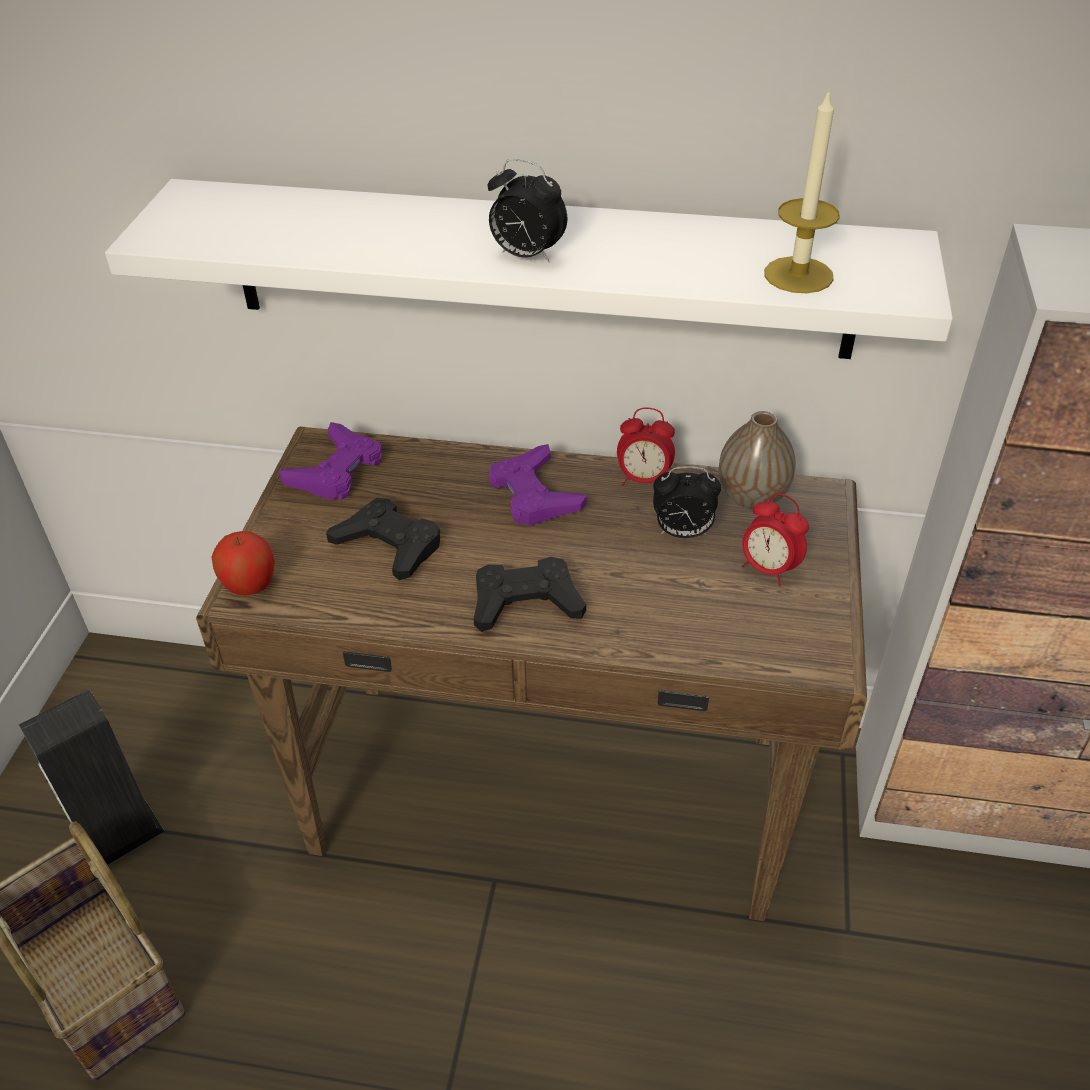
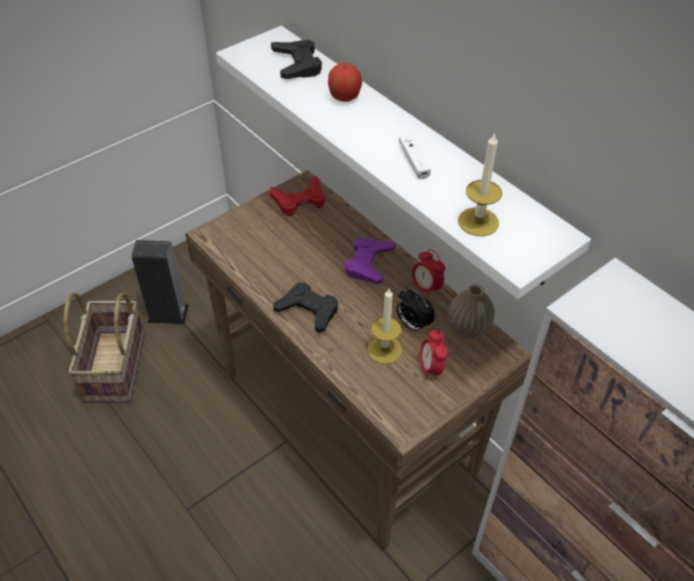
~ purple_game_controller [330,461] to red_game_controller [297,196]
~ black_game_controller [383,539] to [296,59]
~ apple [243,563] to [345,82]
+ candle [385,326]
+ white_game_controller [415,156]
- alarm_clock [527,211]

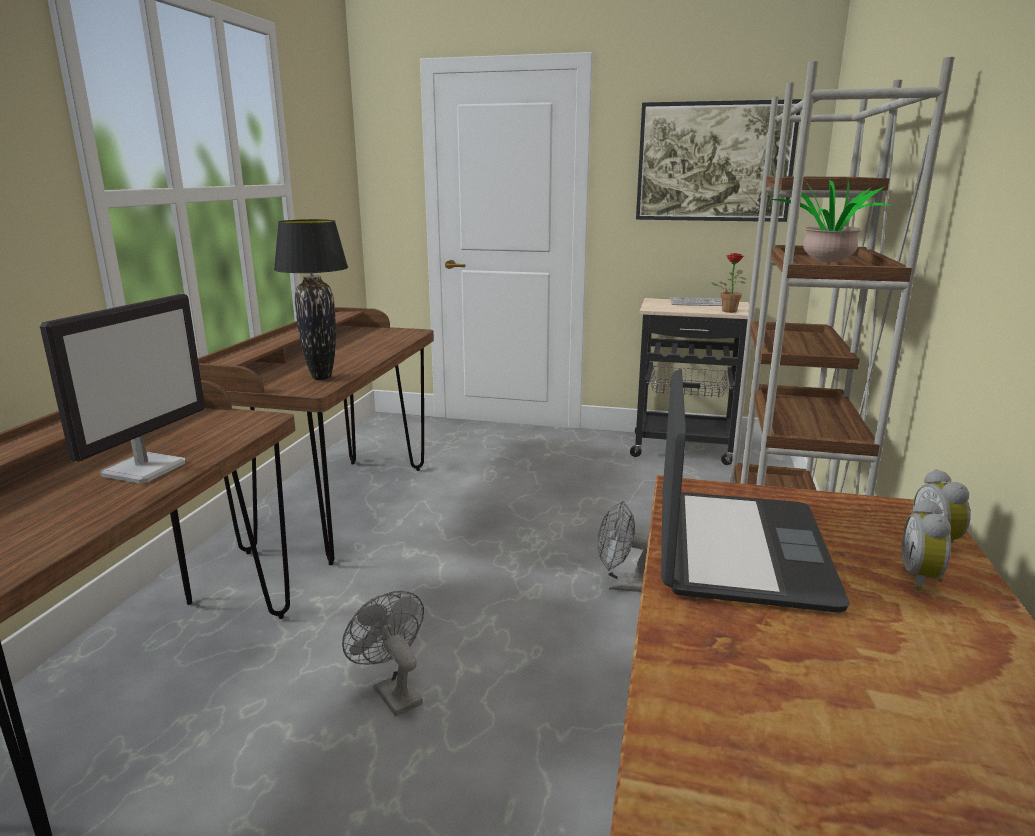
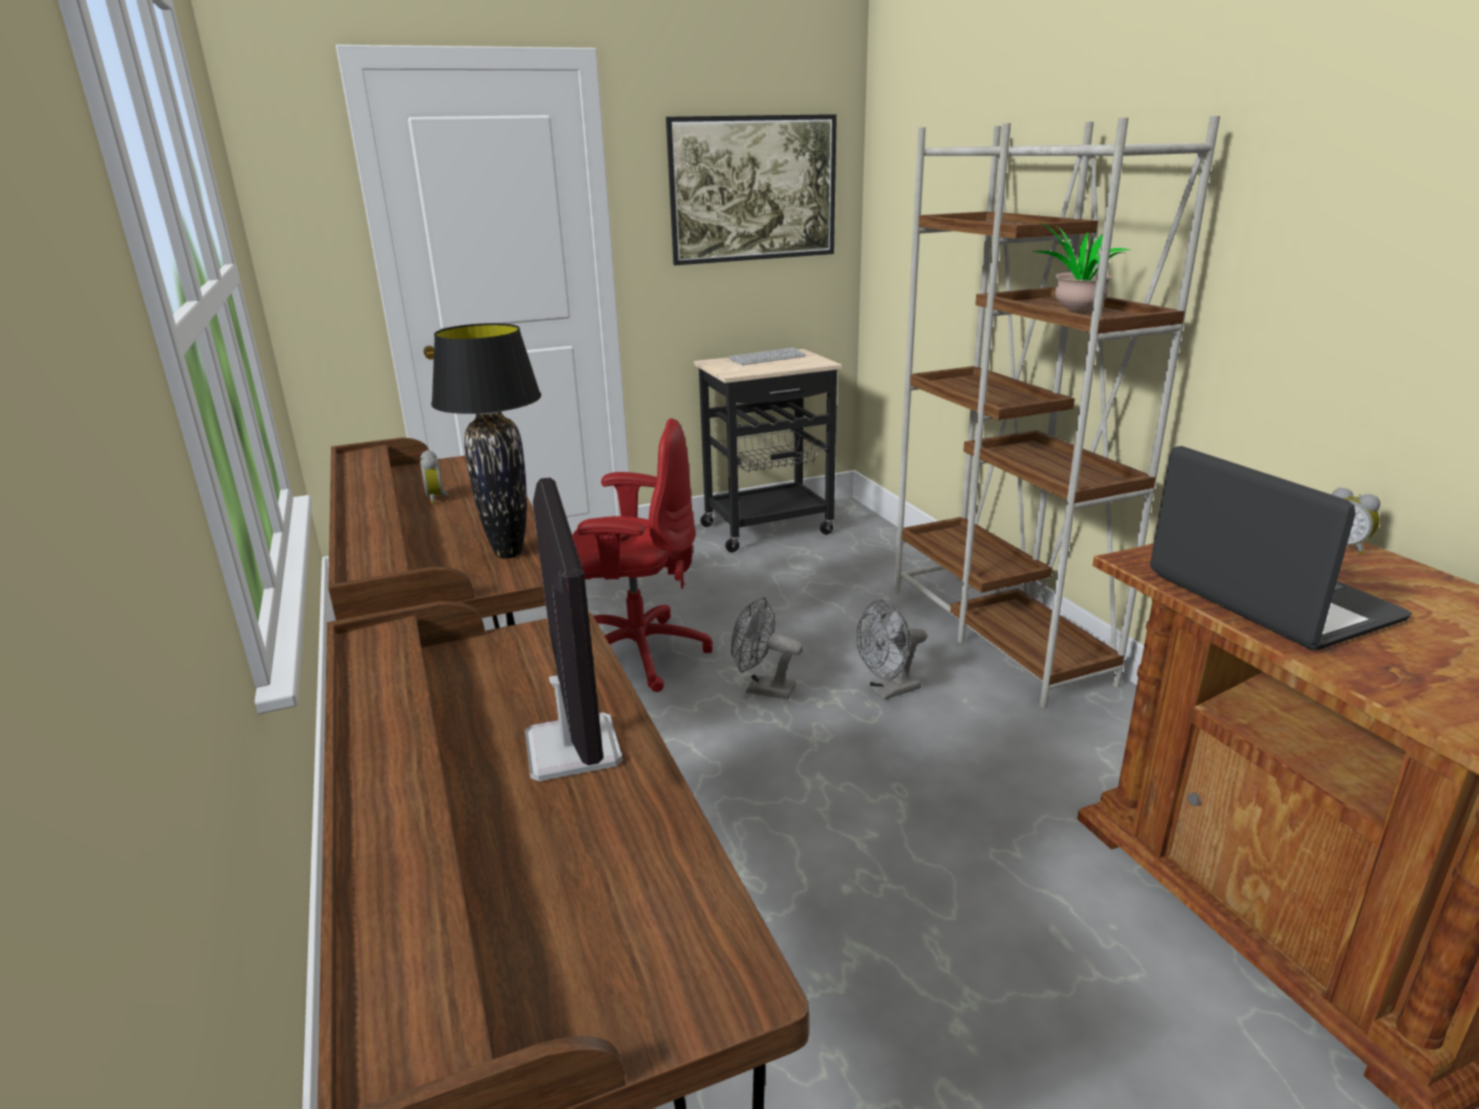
~ alarm_clock [926,545] to [434,477]
+ red_office_chair [642,555]
~ grey_fan [383,654] to [767,648]
- potted_plant [728,283]

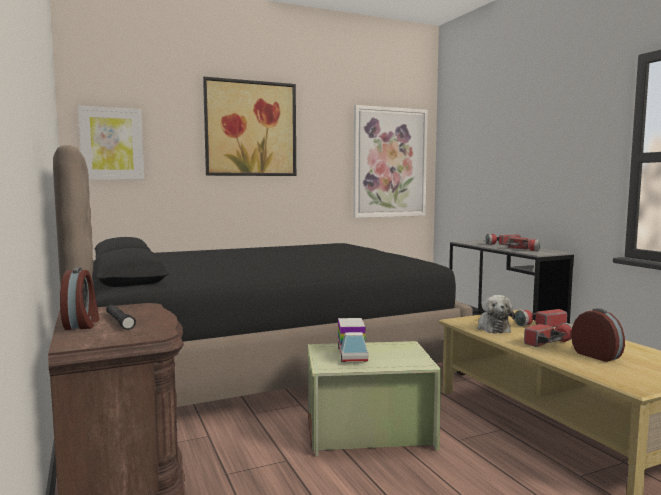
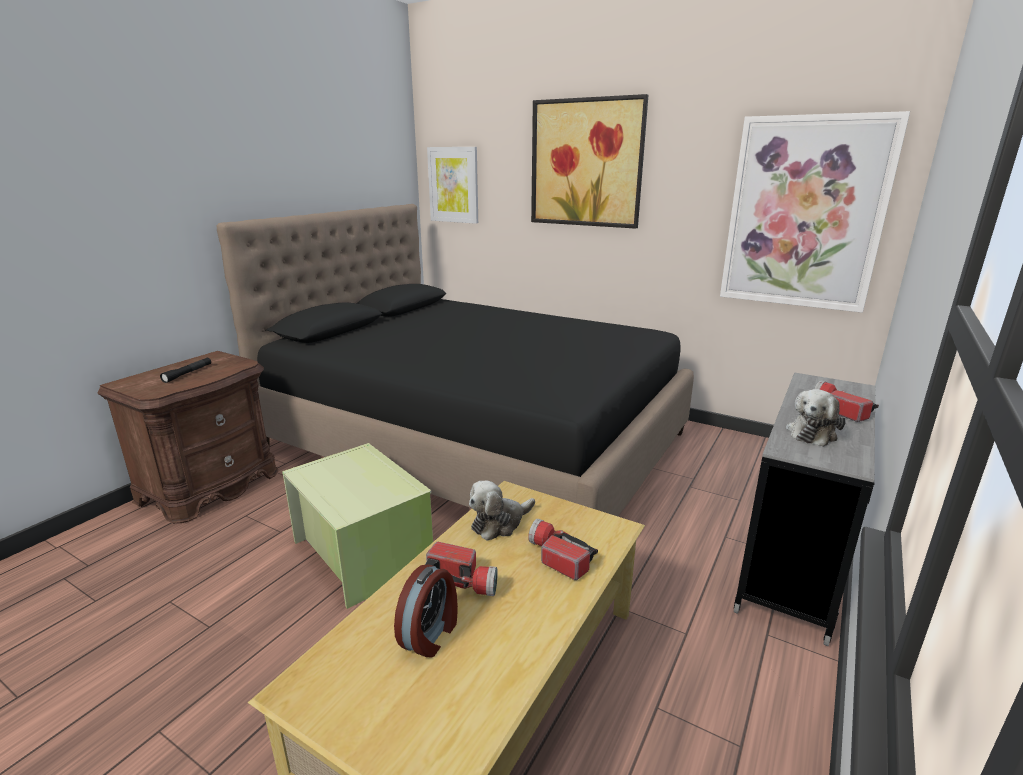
~ flashlight [522,244] to plush_toy [816,418]
- alarm_clock [80,298]
- toy_truck [353,340]

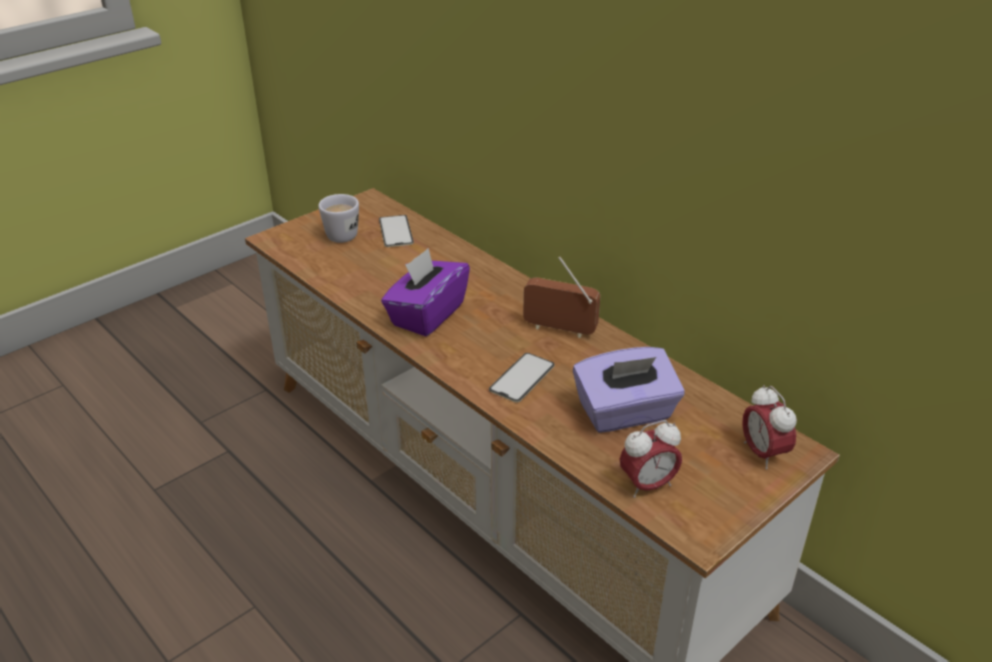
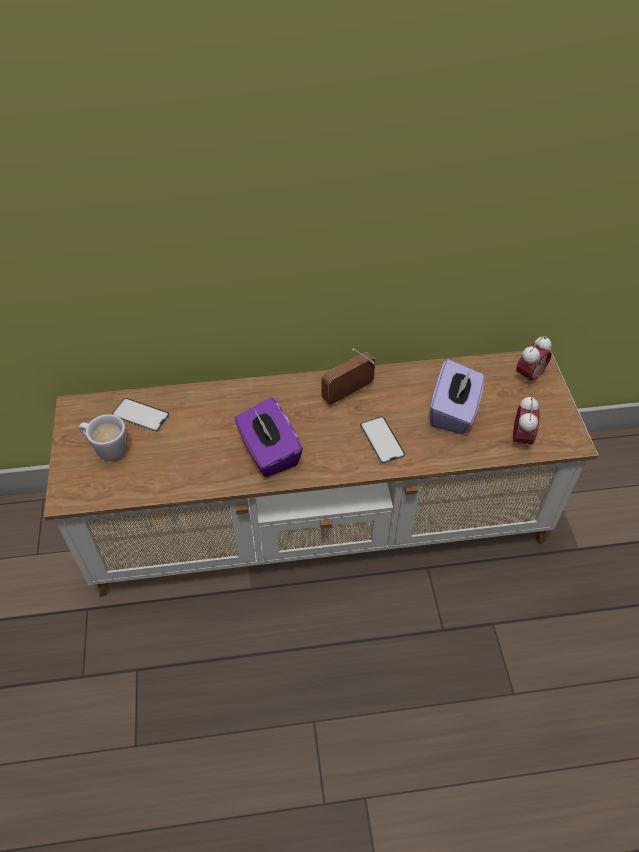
~ alarm_clock [769,427] = [534,361] 60 degrees counterclockwise

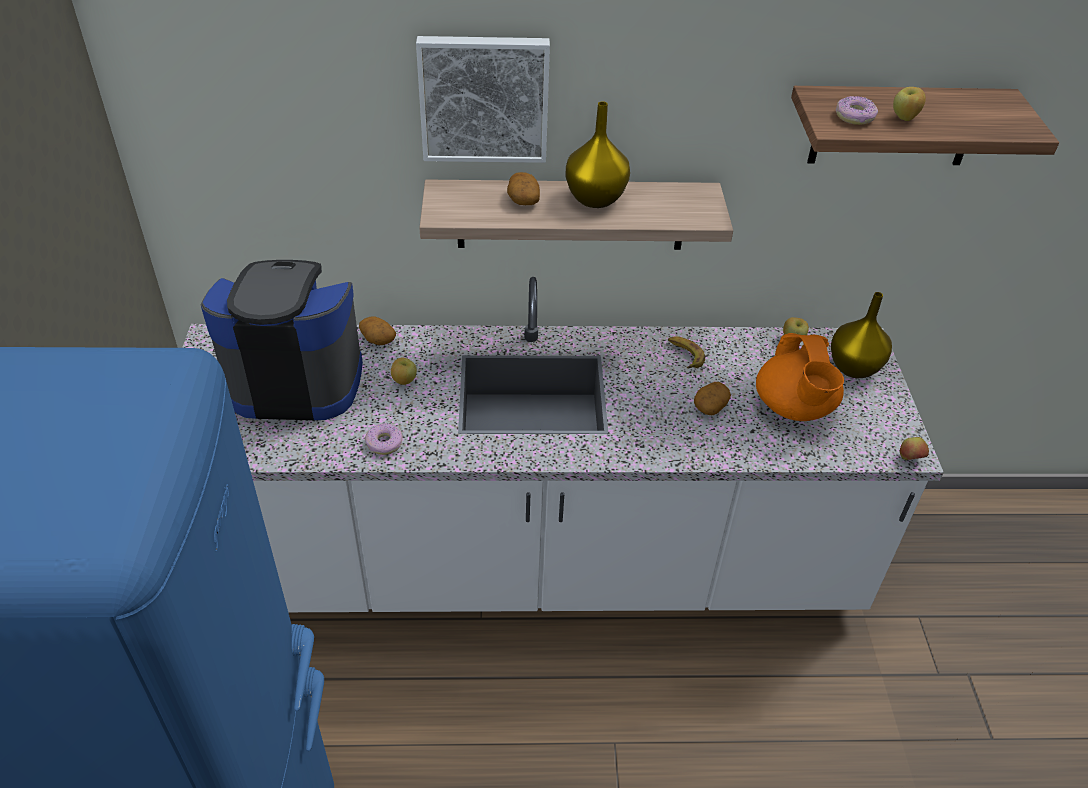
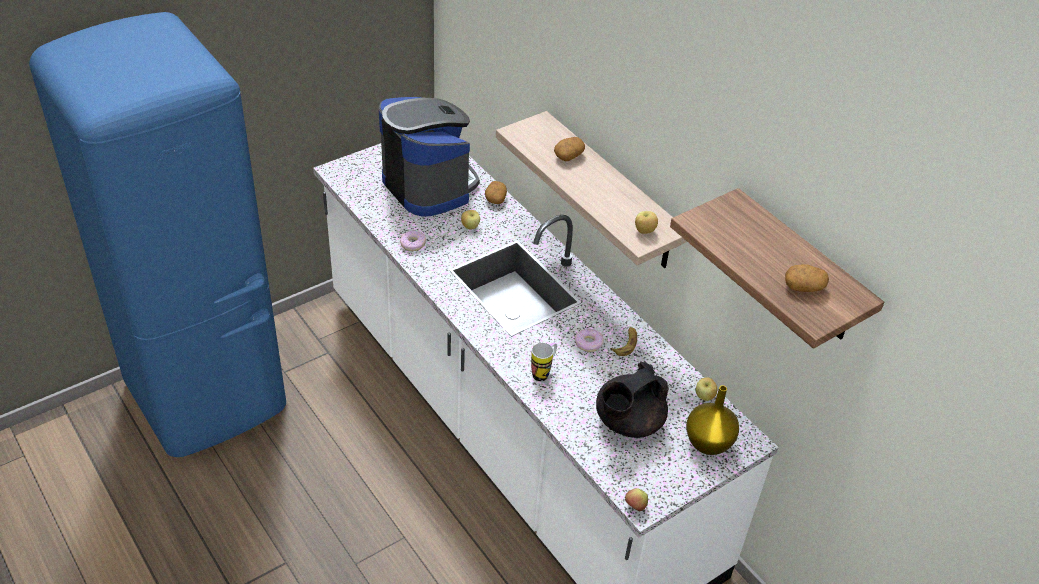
+ mug [544,362]
~ donut [857,110] to [589,340]
~ orange_teapot [800,377] to black_teapot [632,400]
~ apple [909,104] to [646,222]
~ potato [712,398] to [807,278]
- picture [483,99]
- yellow_vase [598,154]

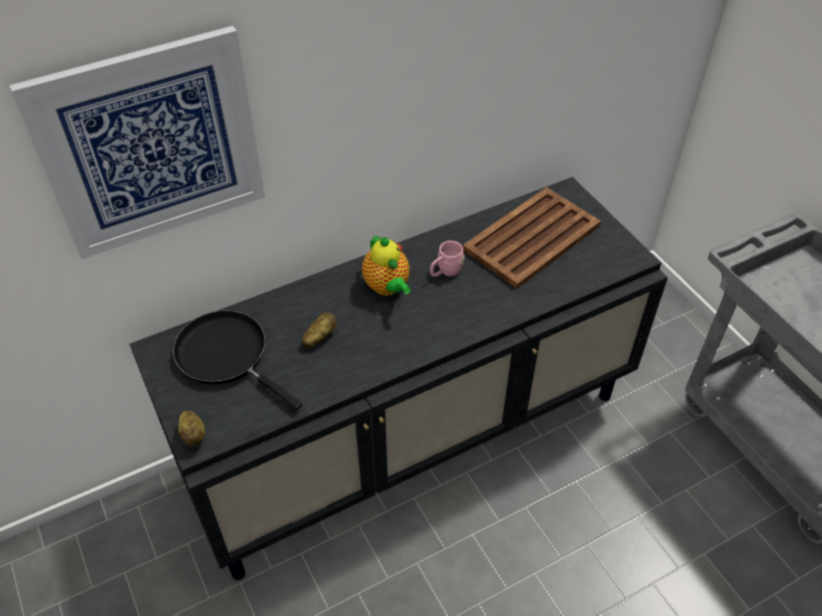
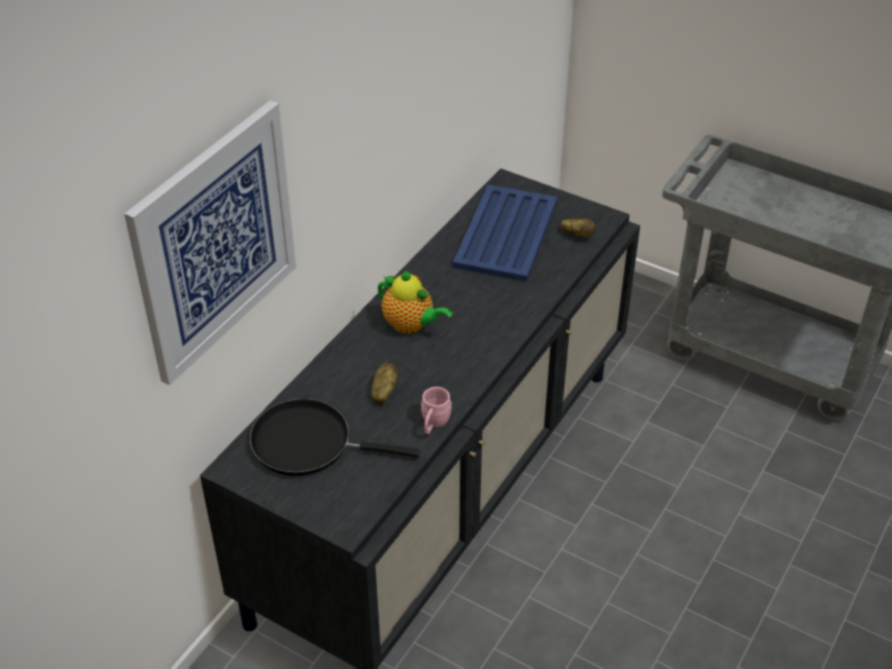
~ pink_mug [447,259] to [436,410]
~ brown_tray [532,238] to blue_tray [505,233]
~ potato [191,429] to [578,229]

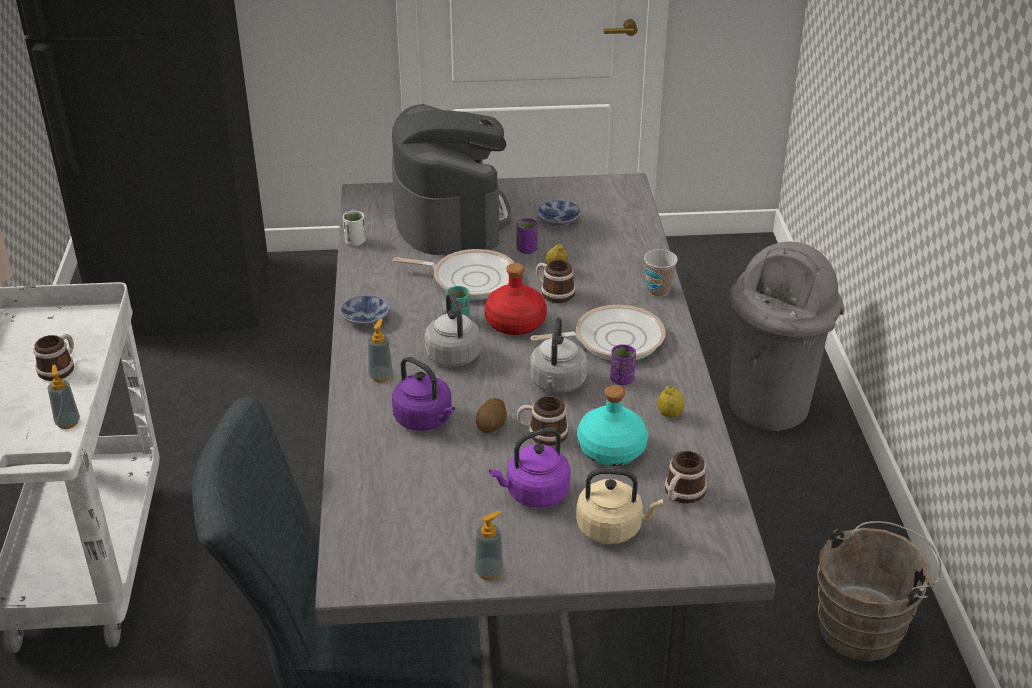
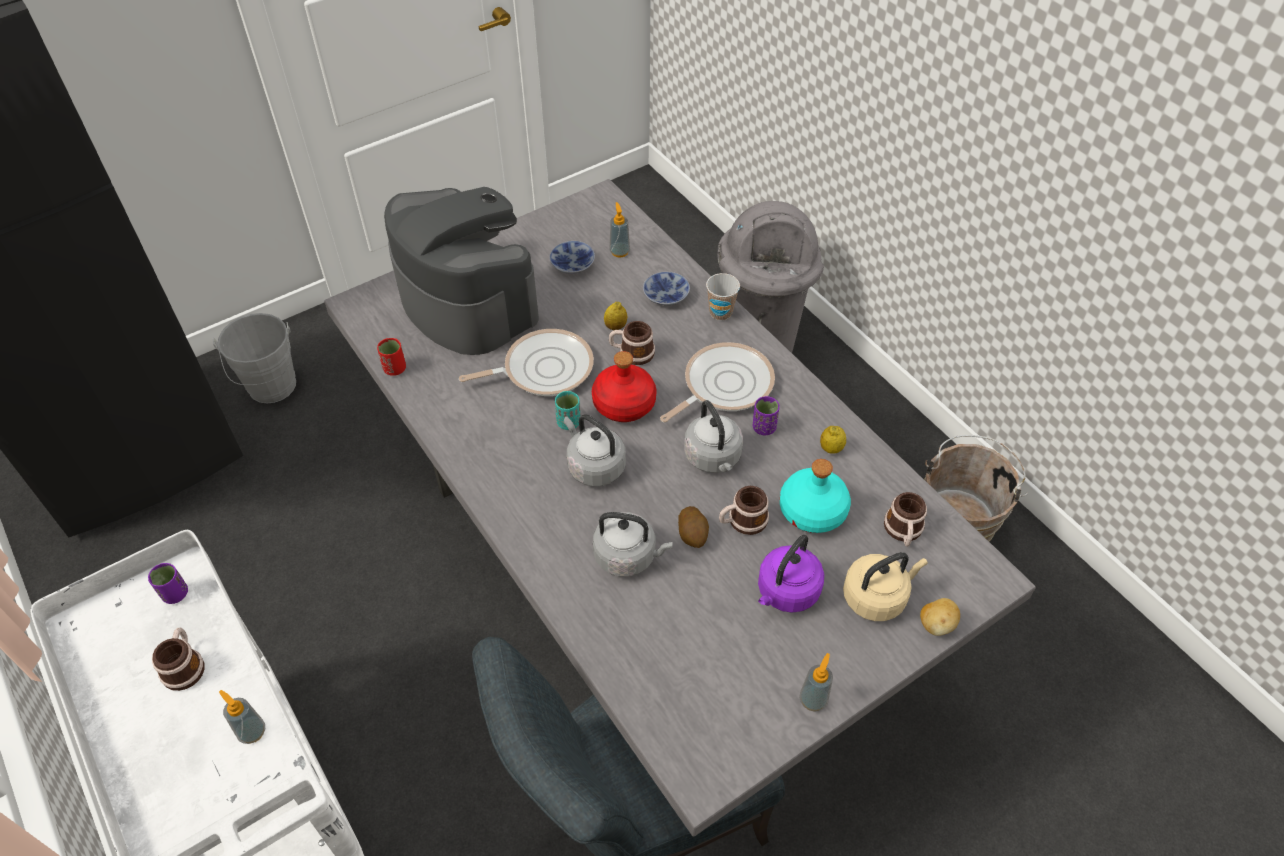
~ purple_cup [527,236] to [168,583]
+ grey_bucket [254,358]
~ white_cup [354,228] to red_cup [391,357]
~ purple_kettle [423,393] to grey_kettle [633,544]
~ soap_dispenser [380,351] to [619,229]
~ bowl [364,311] to [666,288]
+ potato [940,617]

